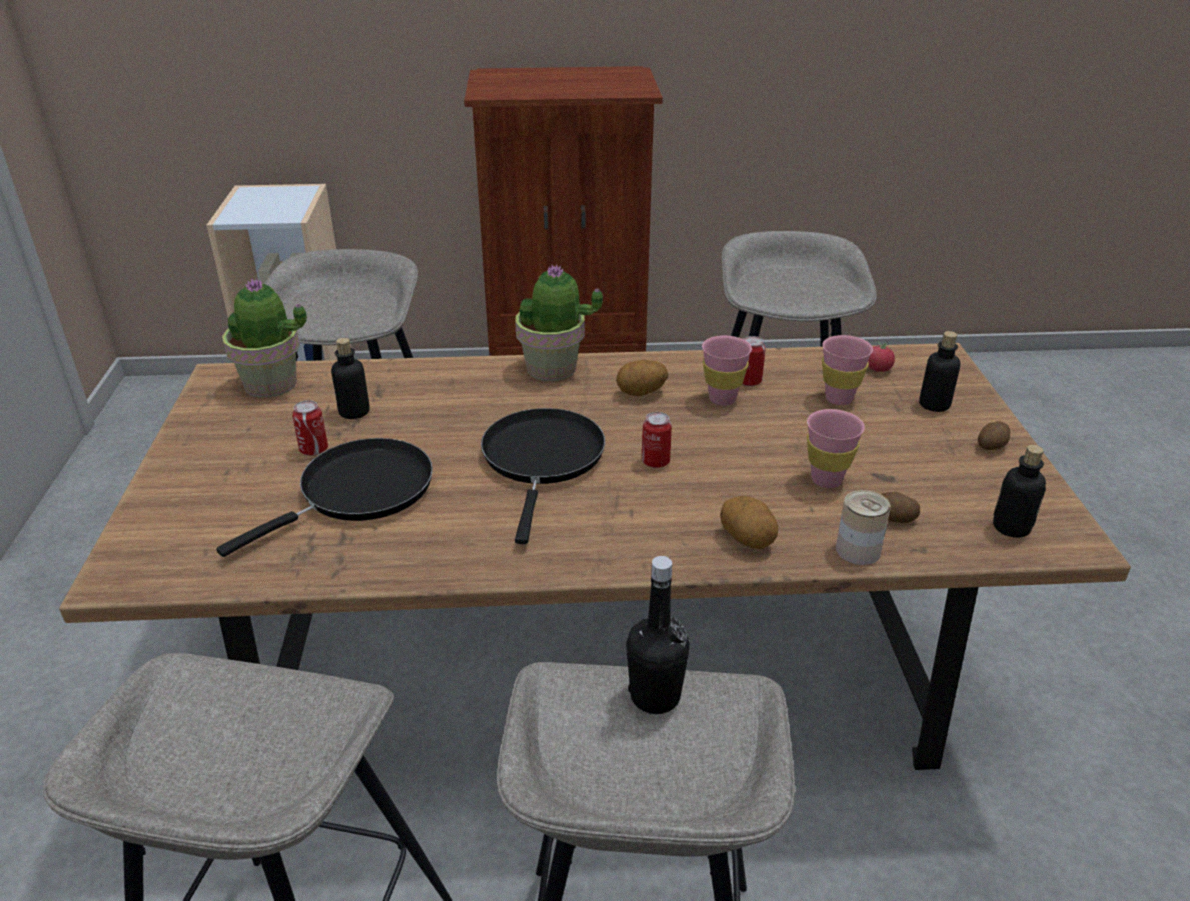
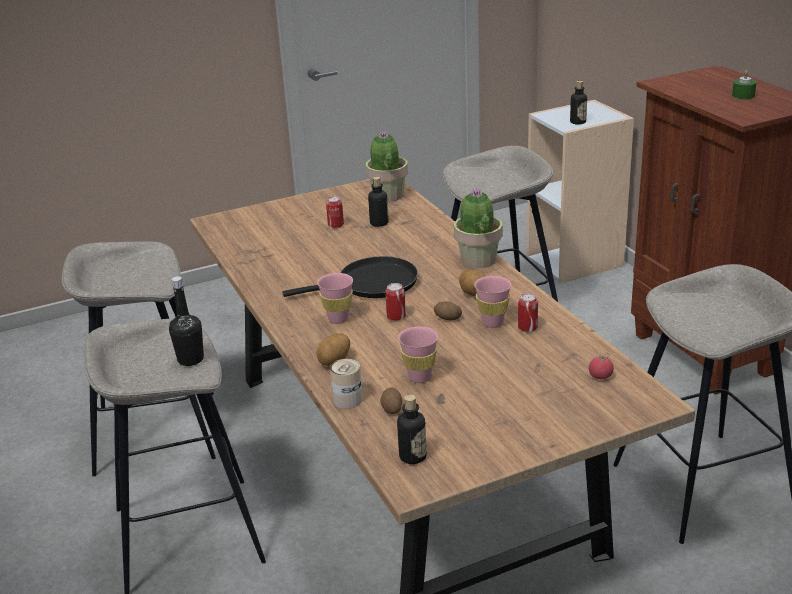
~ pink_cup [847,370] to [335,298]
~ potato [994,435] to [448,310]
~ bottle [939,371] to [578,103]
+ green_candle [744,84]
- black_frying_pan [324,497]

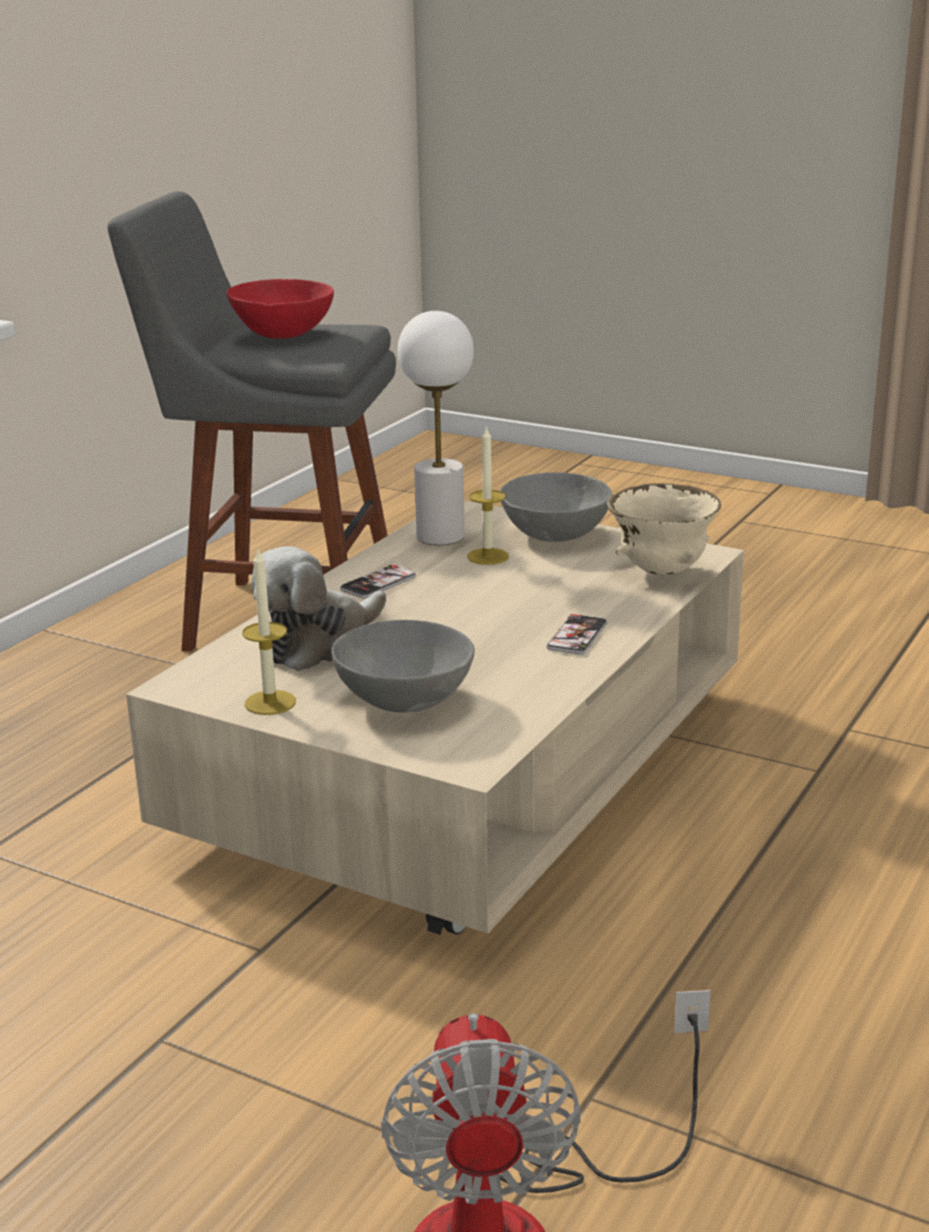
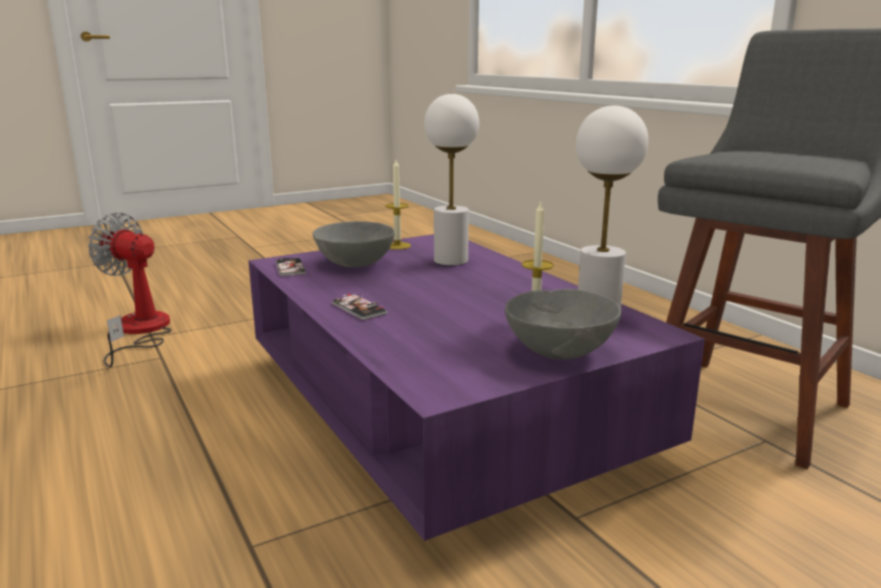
~ beige_coffee_table [435,718] to purple_coffee_table [476,387]
~ phone [378,580] to [291,267]
~ plush_toy [318,608] to white_table_lamp [451,180]
- red_bowl [280,309]
- beige_bowl [664,529]

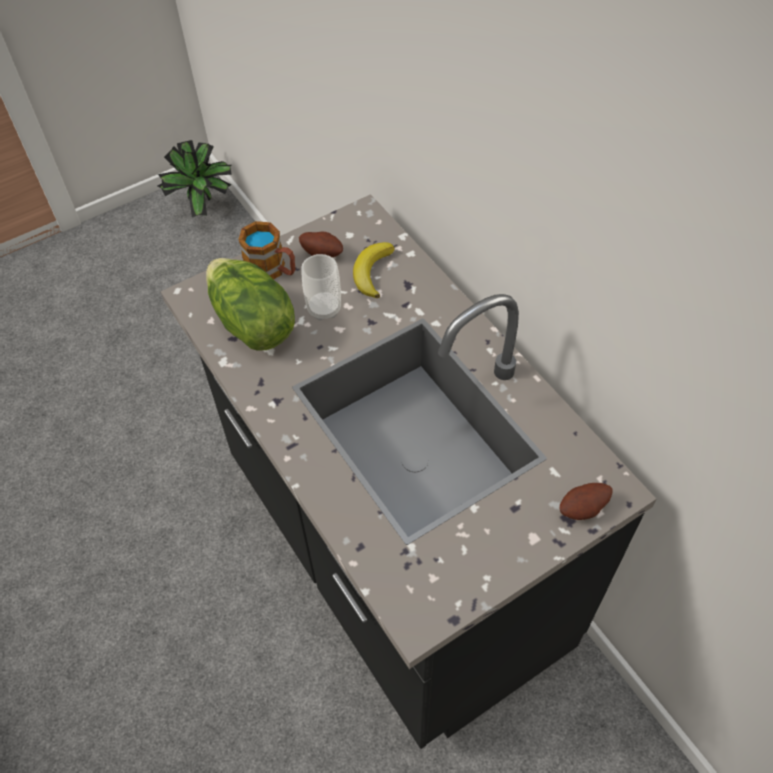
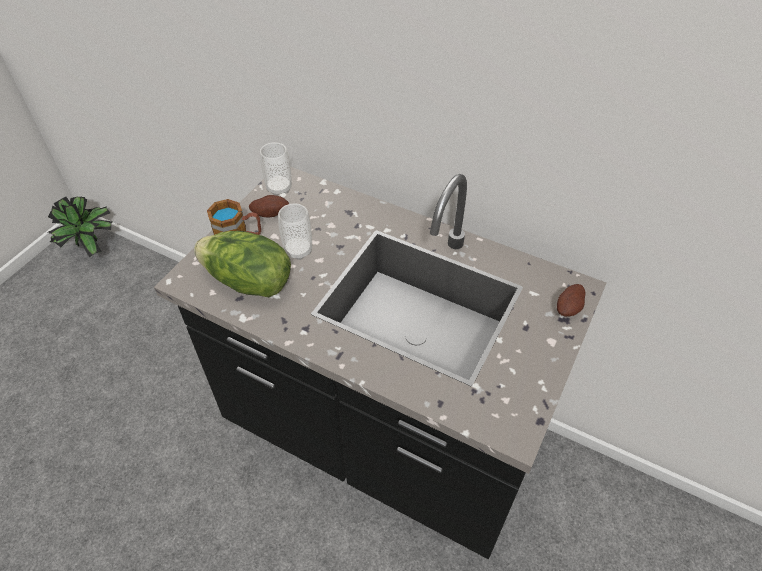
+ cup [276,169]
- banana [374,270]

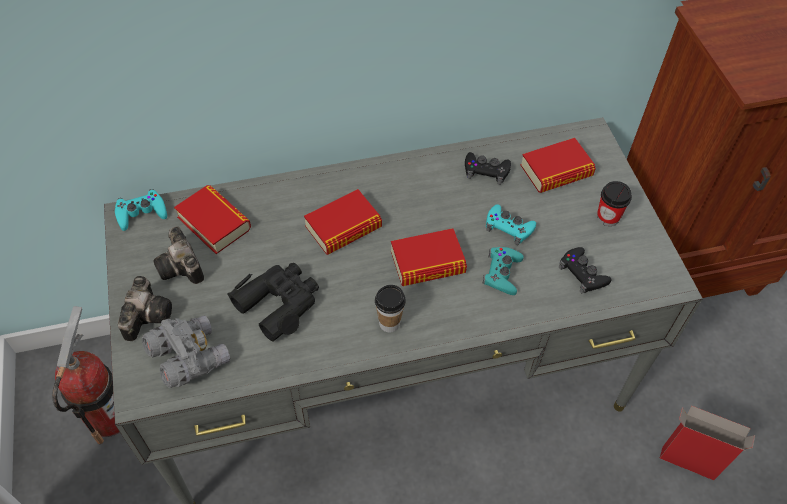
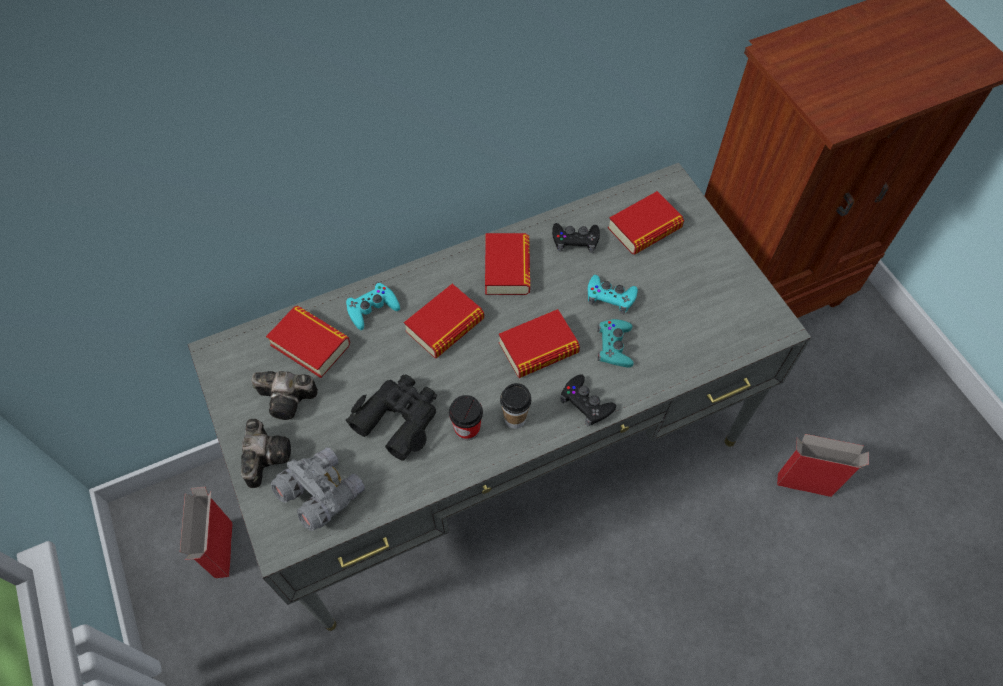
~ fire_extinguisher [86,375] to cardboard_box [206,532]
~ photo_camera [179,255] = [285,395] 45 degrees counterclockwise
~ turquoise_game_controller [141,210] to [373,306]
~ cup [614,203] to [466,417]
+ book [507,264]
~ black_game_controller [585,270] to [588,400]

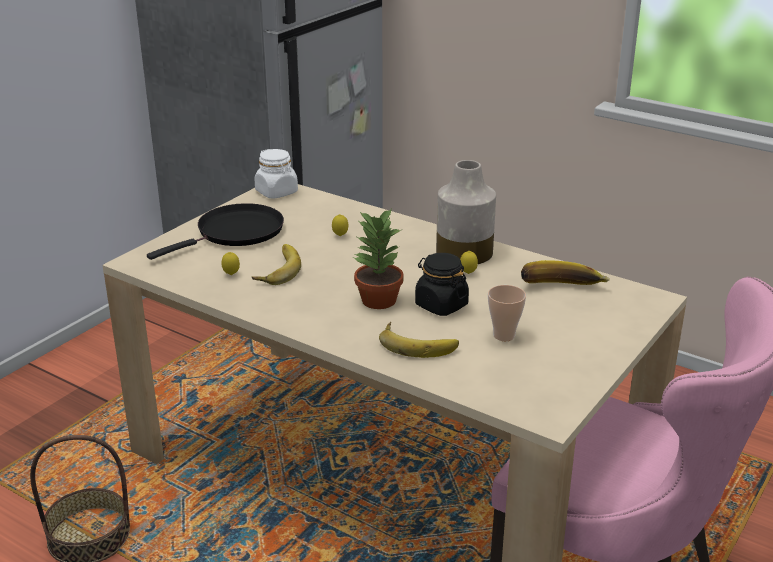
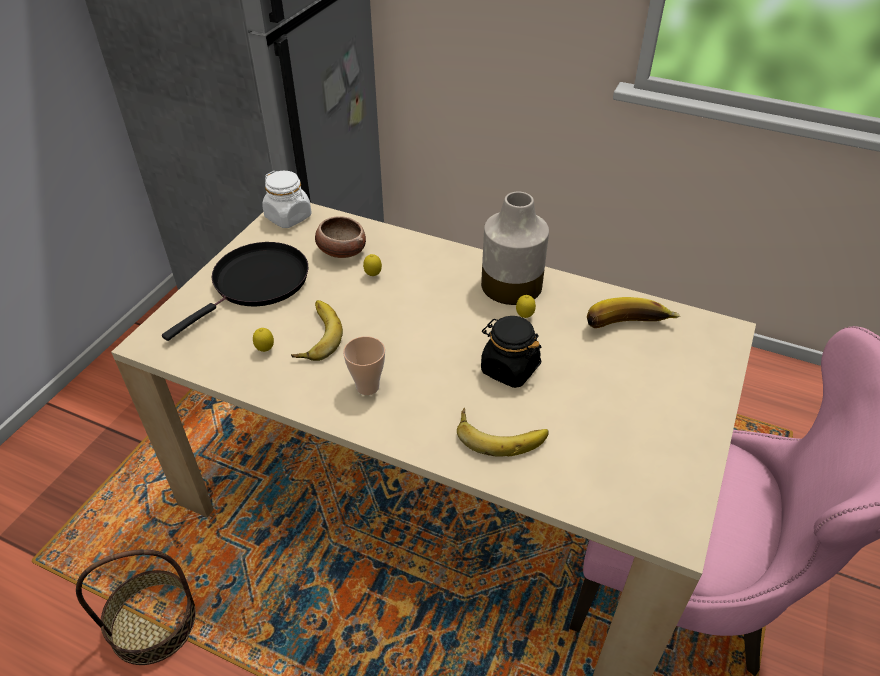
+ bowl [340,237]
~ cup [507,313] to [364,365]
- potted_plant [379,259]

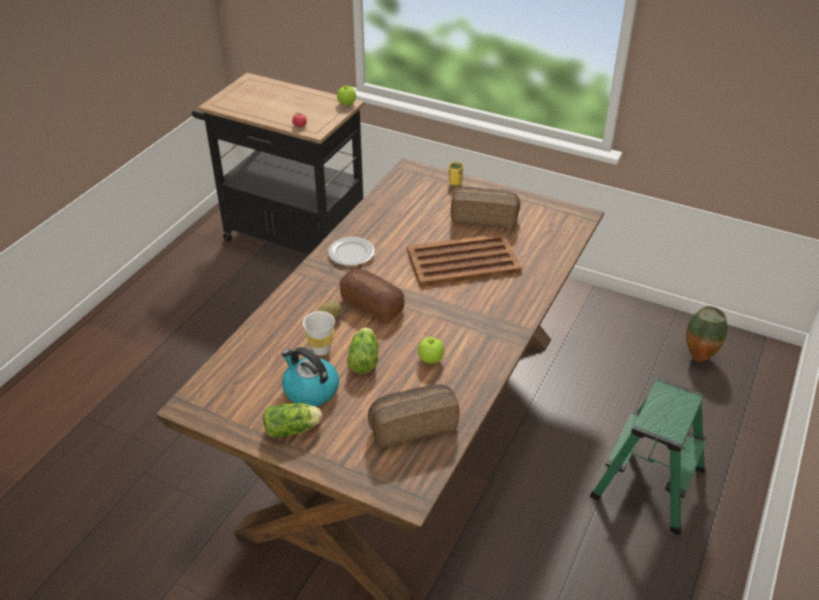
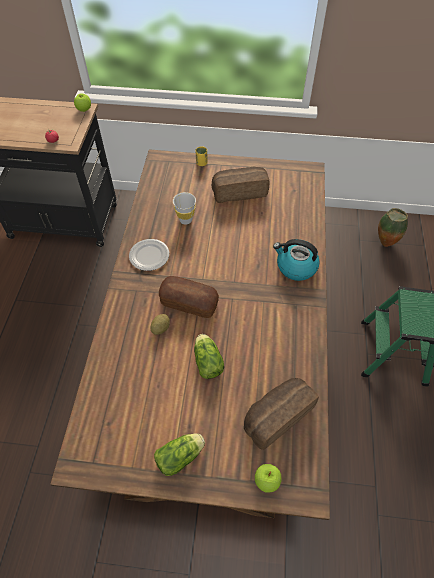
~ white_cup [319,333] to [184,208]
~ apple [431,350] to [268,478]
~ kettle [310,377] to [296,260]
- brown_tray [464,260]

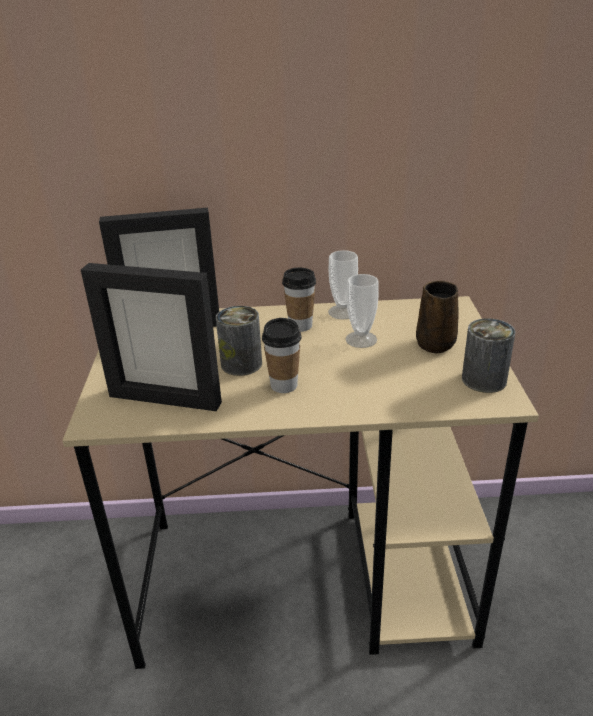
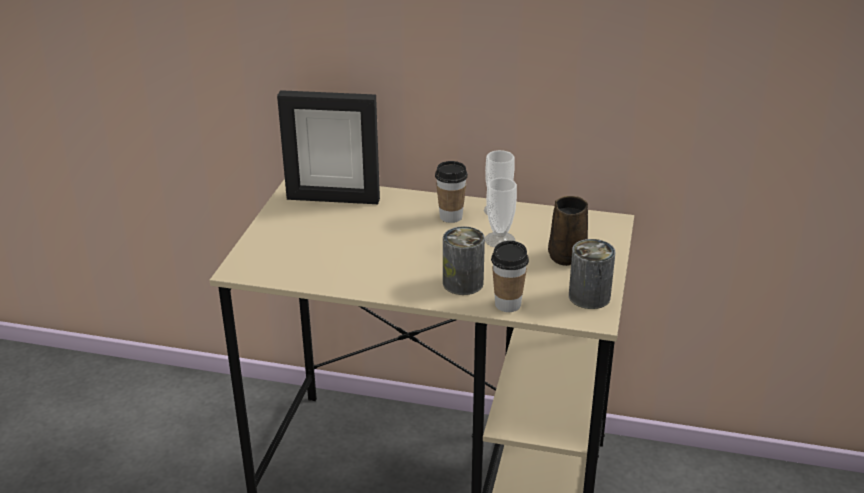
~ can [239,341] to [464,260]
~ cup [282,355] to [510,276]
- picture_frame [151,337]

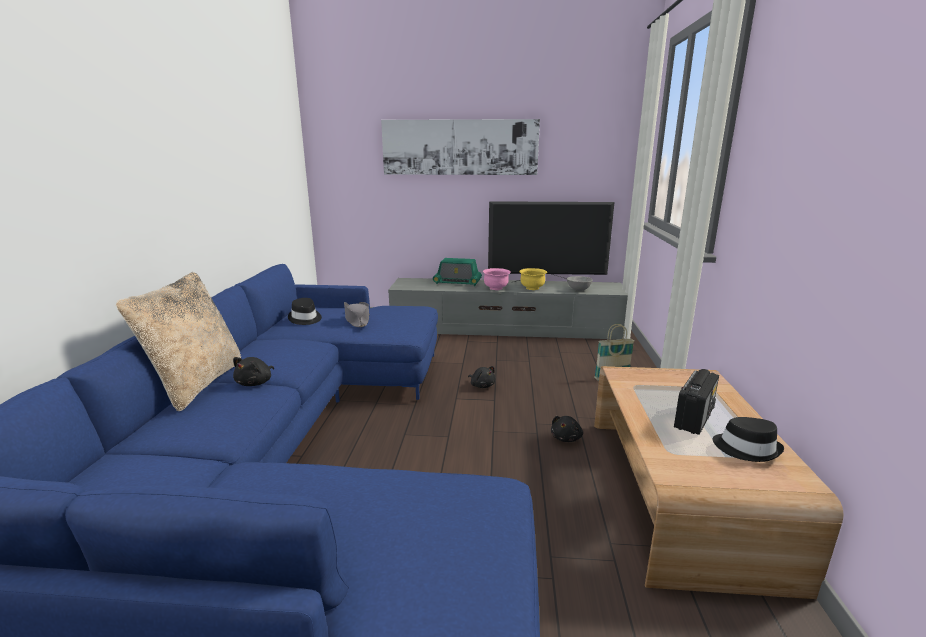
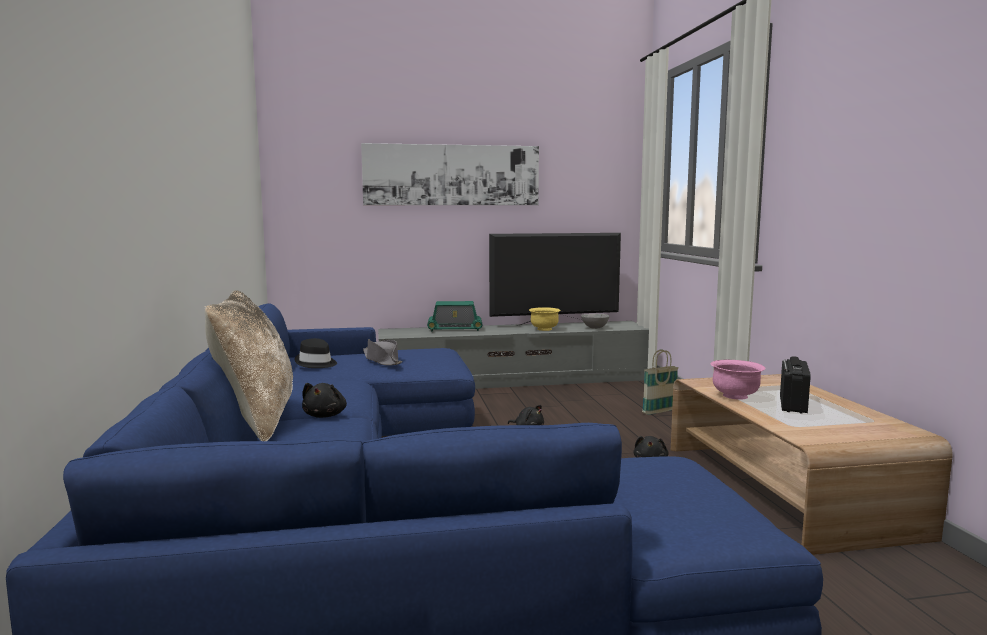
~ pink_bowl [497,279] to [737,380]
- black_hat [748,439]

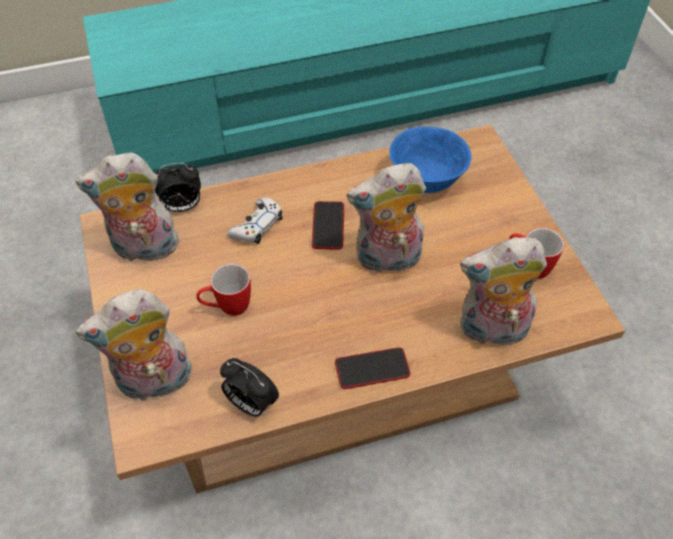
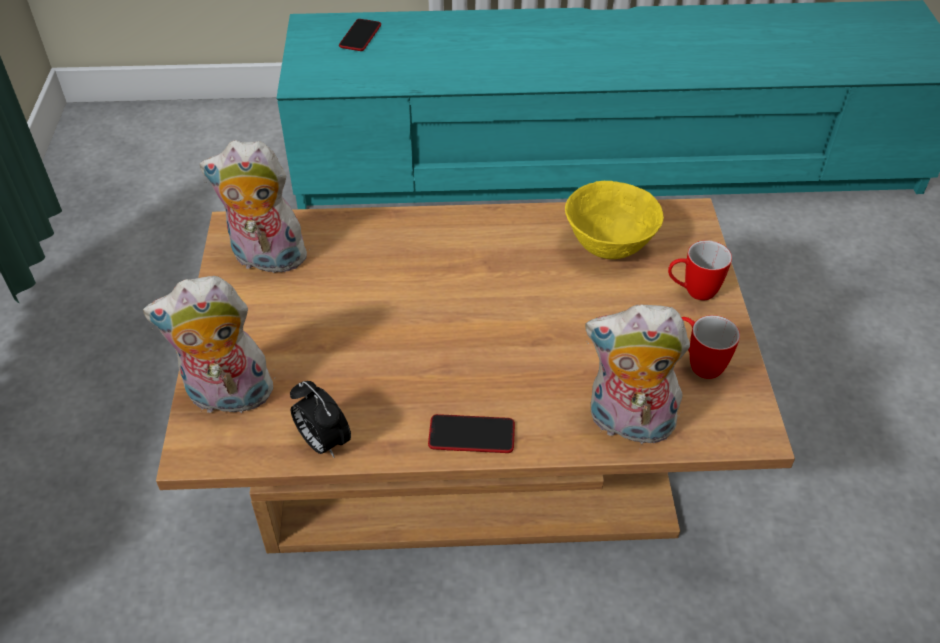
~ phone [328,225] to [360,35]
~ blue_bowl [430,160] to yellow_bowl [614,220]
~ mug [223,289] to [700,270]
- alarm_clock [178,187]
- white_game_controller [255,220]
- plush_toy [386,219]

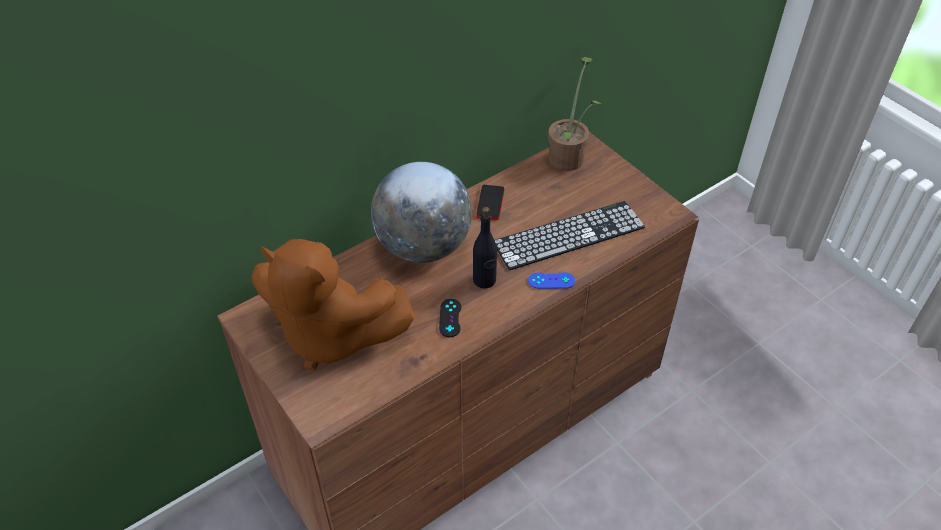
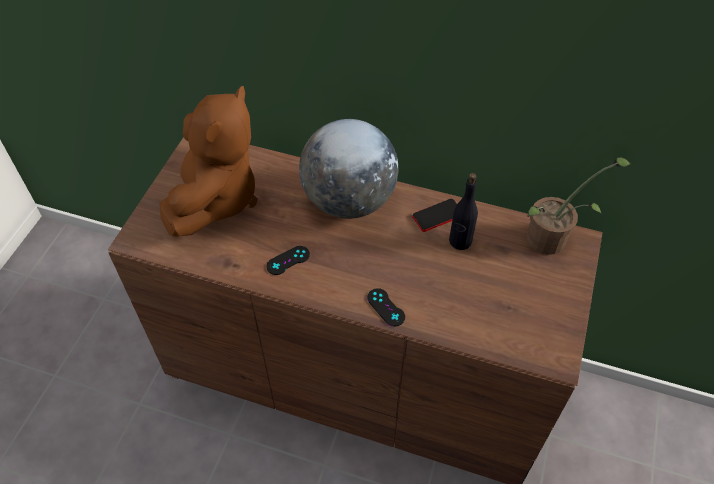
~ brown_plush_toy [333,304] = [208,161] 150 degrees counterclockwise
~ blue_game_controller [551,280] to black_game_controller [386,307]
~ black_bottle [485,247] to [463,211]
- keyboard [570,235]

